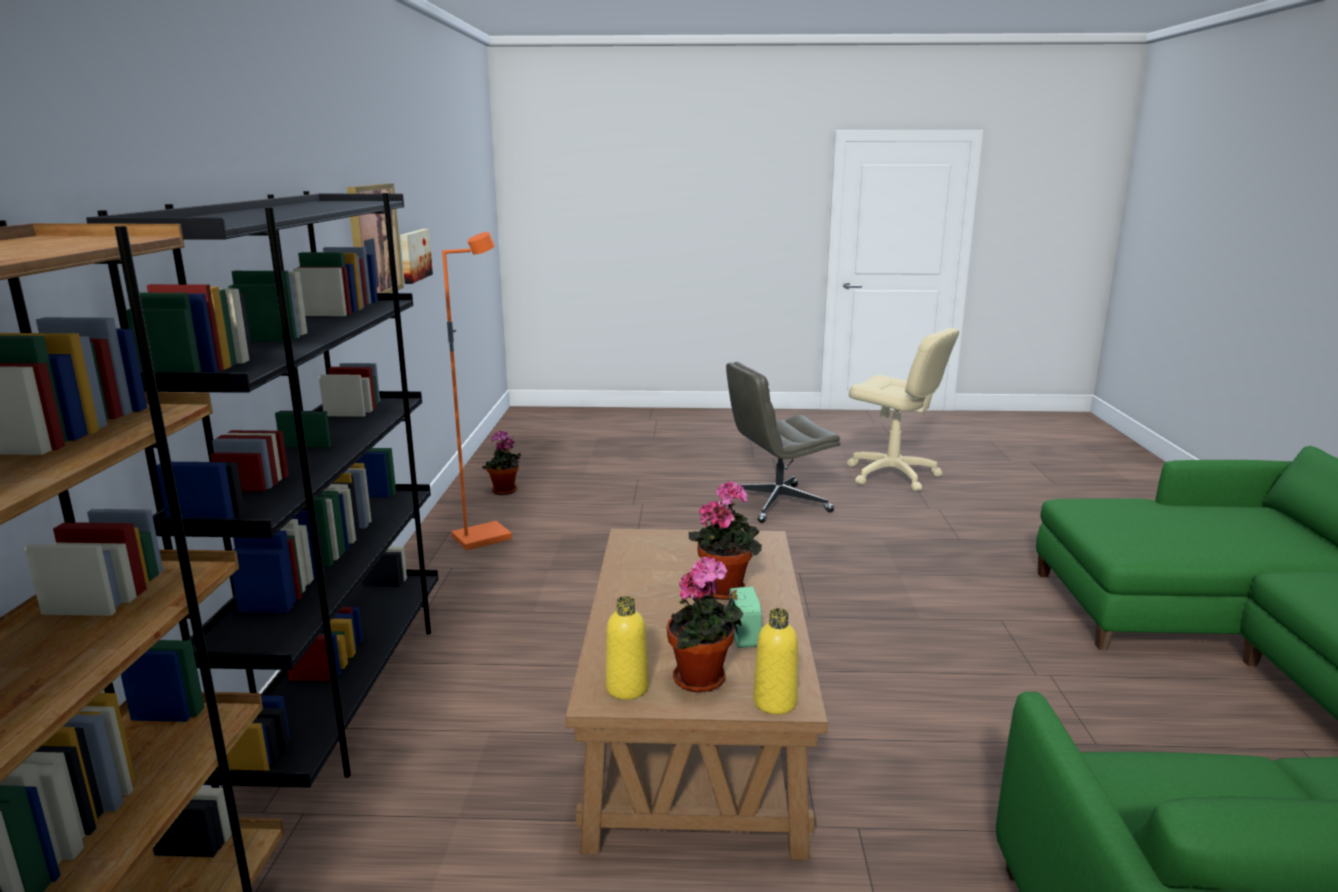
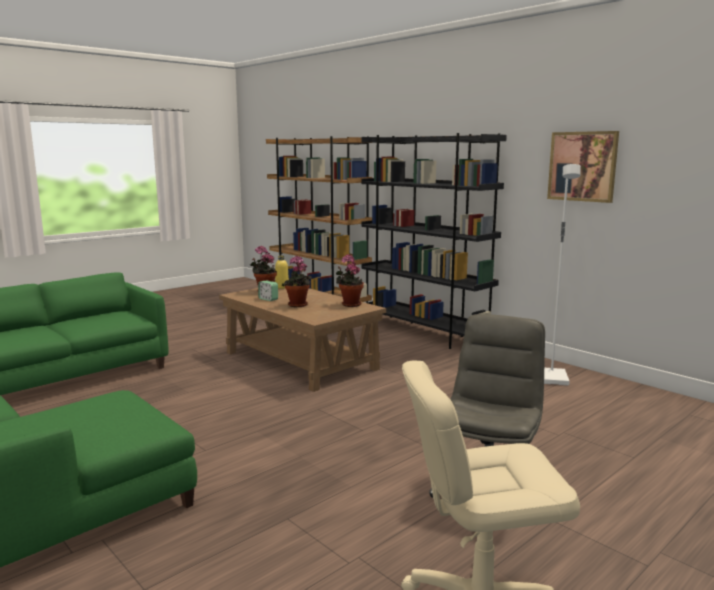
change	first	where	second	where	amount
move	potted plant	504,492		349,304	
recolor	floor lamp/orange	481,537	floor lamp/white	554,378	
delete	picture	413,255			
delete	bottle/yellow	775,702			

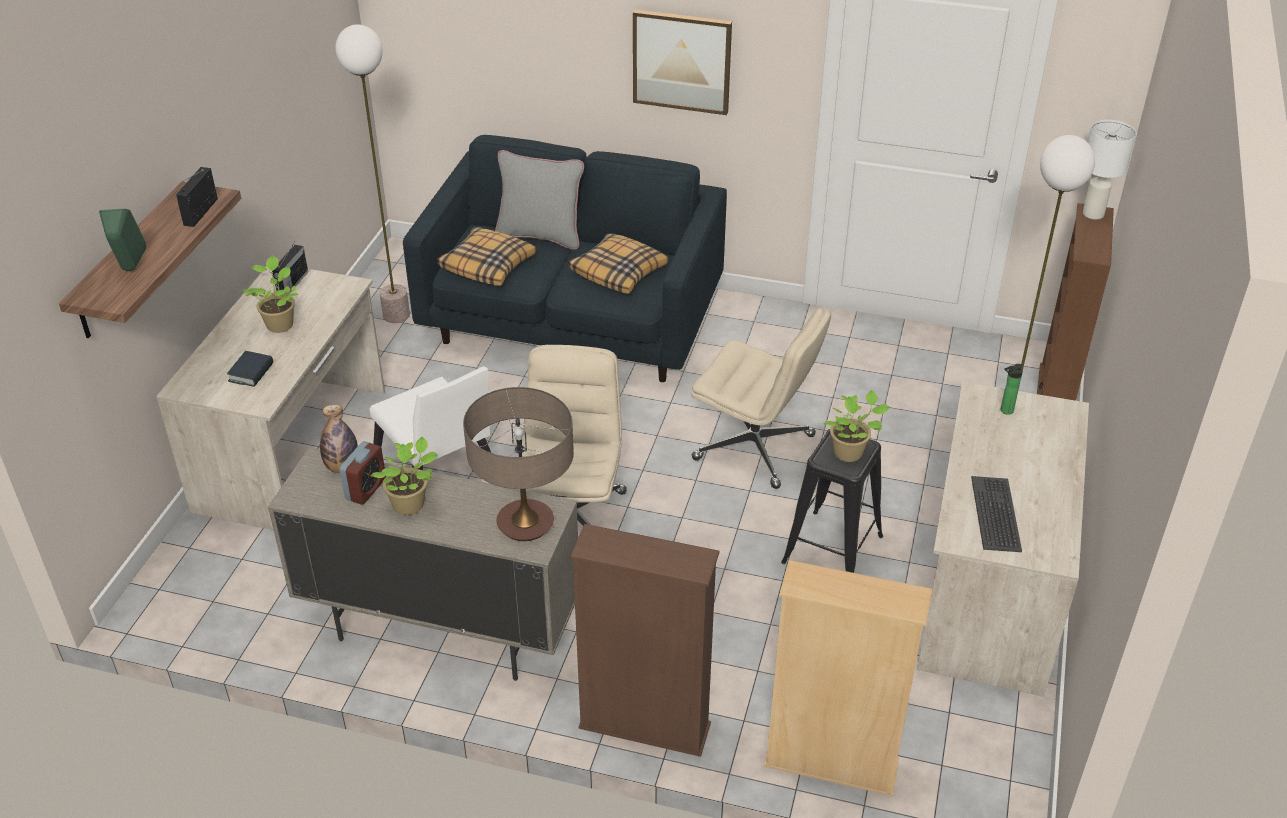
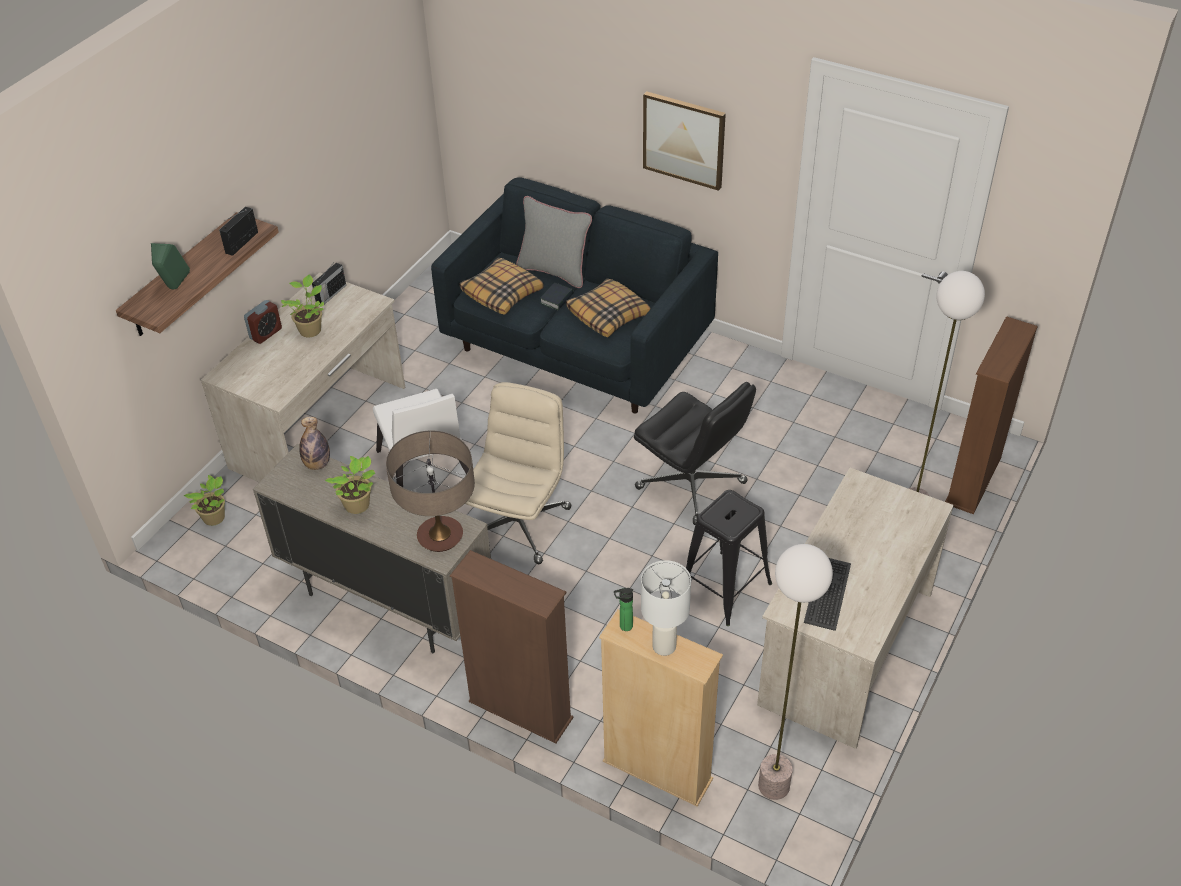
change	first	where	second	where	amount
move	potted plant	850,453		215,518	
move	alarm clock	366,489		266,334	
move	book	251,372		556,299	
move	bottle	1005,411		624,626	
recolor	office chair/beige	755,447	office chair/black	692,486	
move	table lamp/white	1094,214		665,646	
move	floor lamp	396,315		774,785	

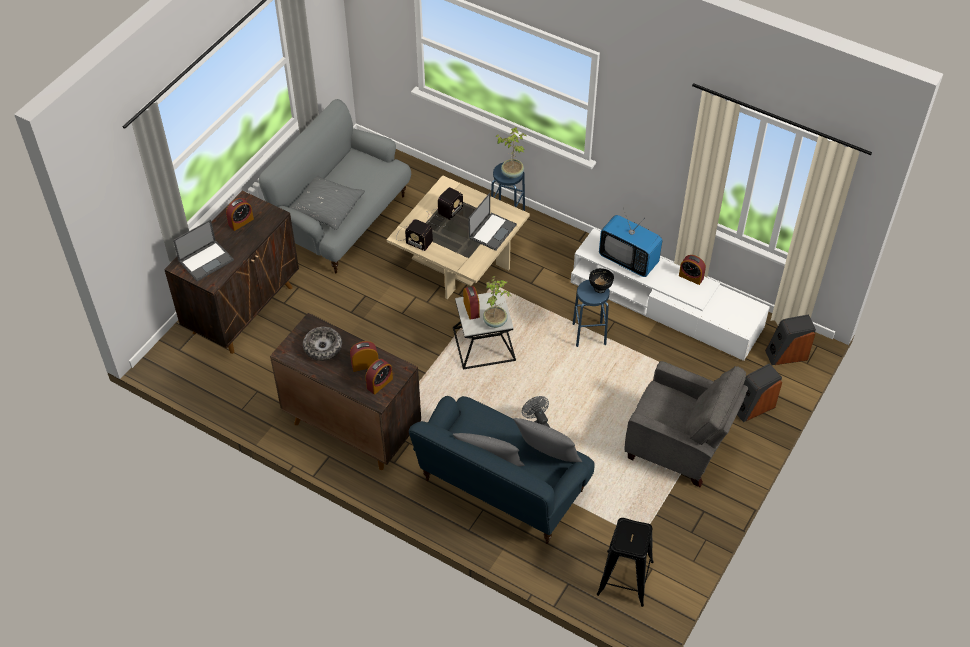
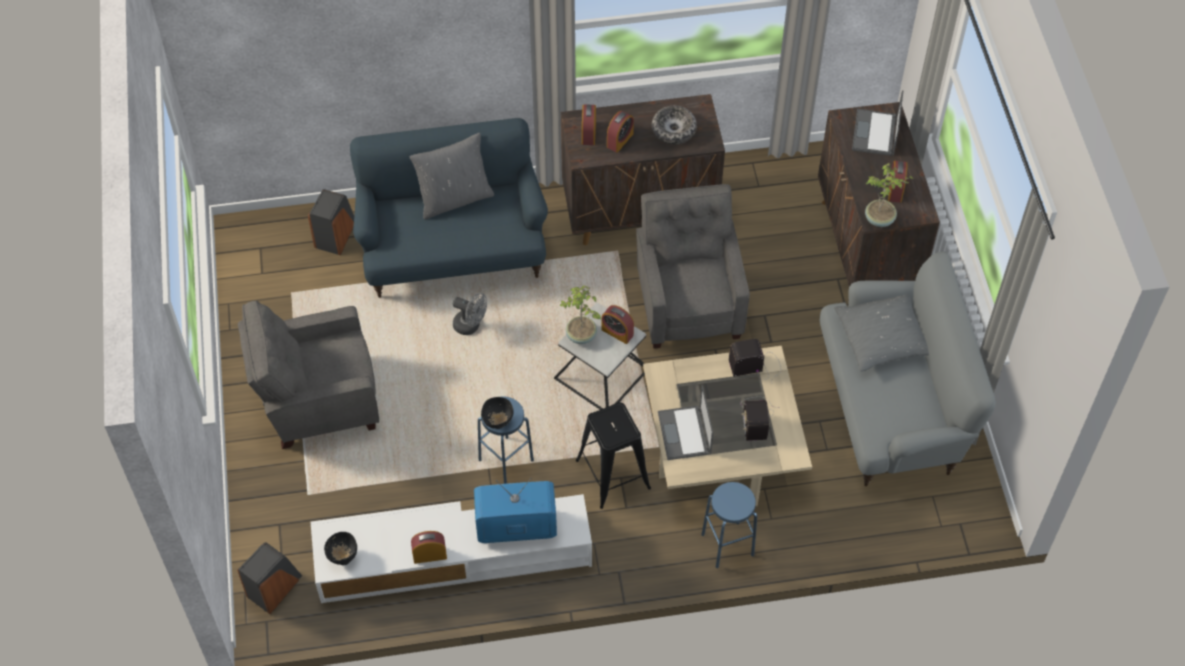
change	first	where	second	where	amount
move	speaker	753,407		336,234	
insert			bowl/black	343,557	
move	stool/black	625,578		613,474	
insert			armchair/grey	689,304	
move	potted plant	512,173		880,220	
delete	pillow/grey	547,457			

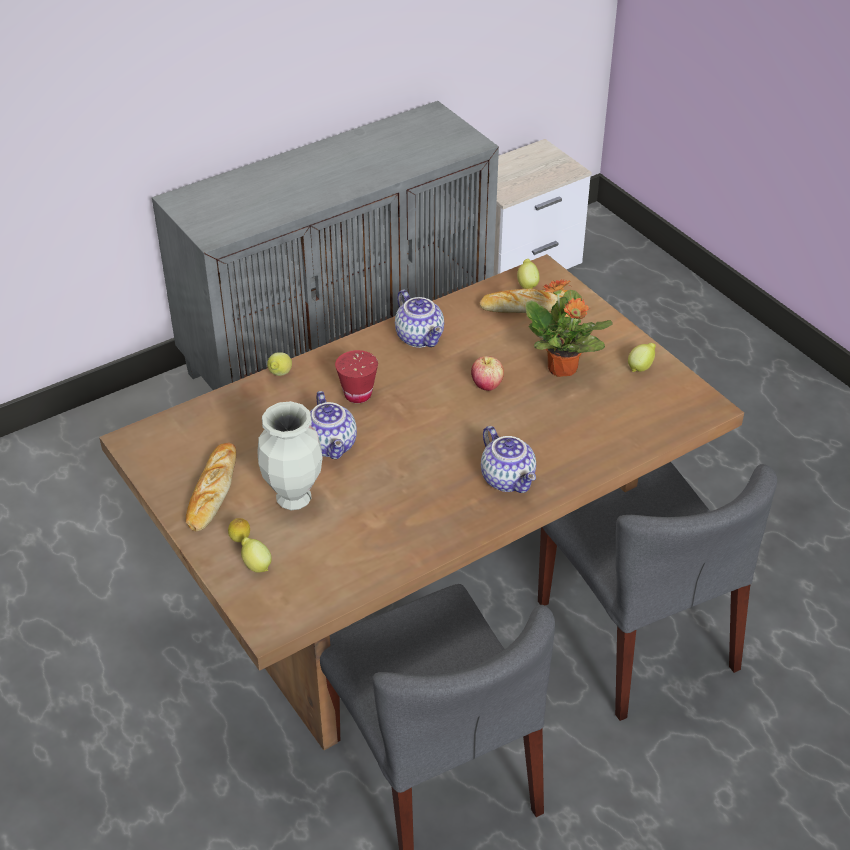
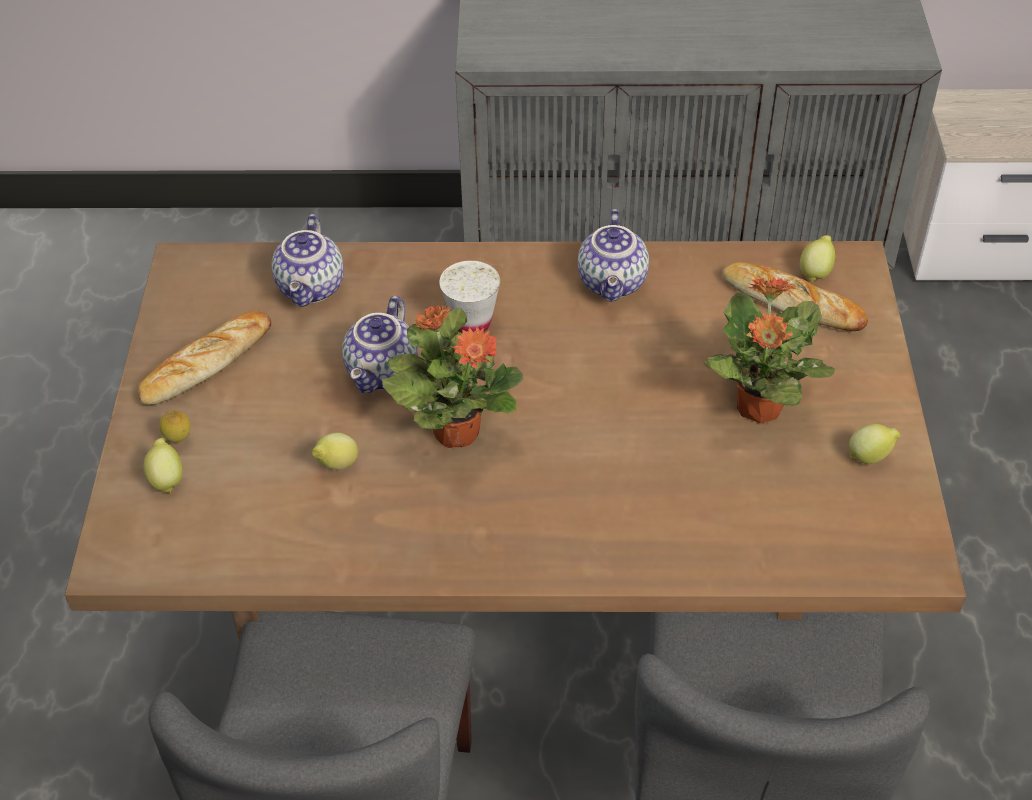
change	first	where	second	where	amount
move	teapot	509,479		312,288	
move	lemon	279,375		336,465	
insert			potted plant	455,430	
recolor	cup/red	358,395	cup/white	471,323	
delete	vase	293,499			
delete	apple	486,385			

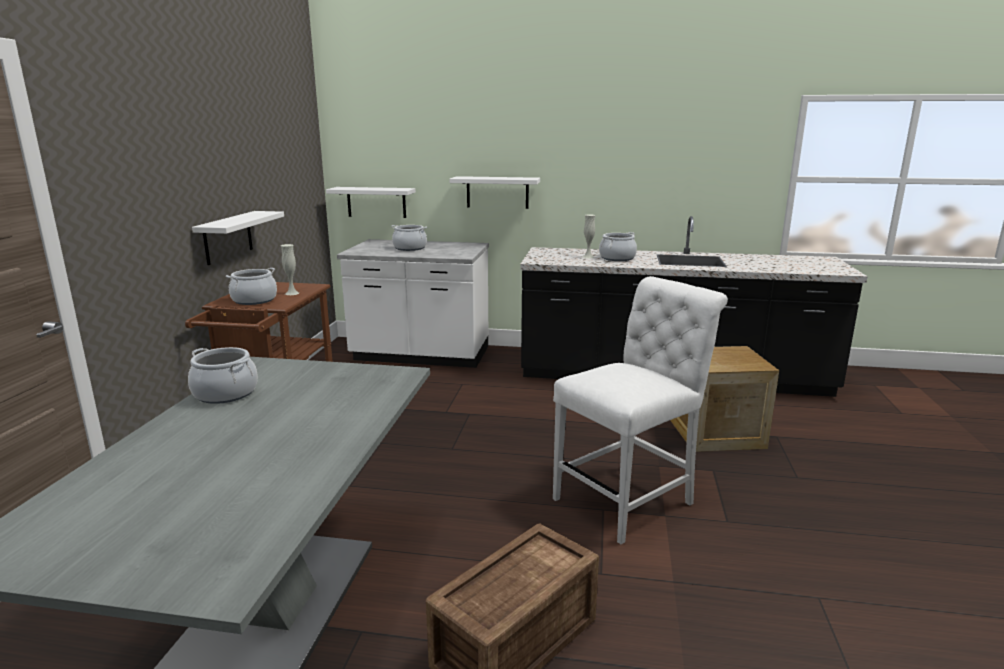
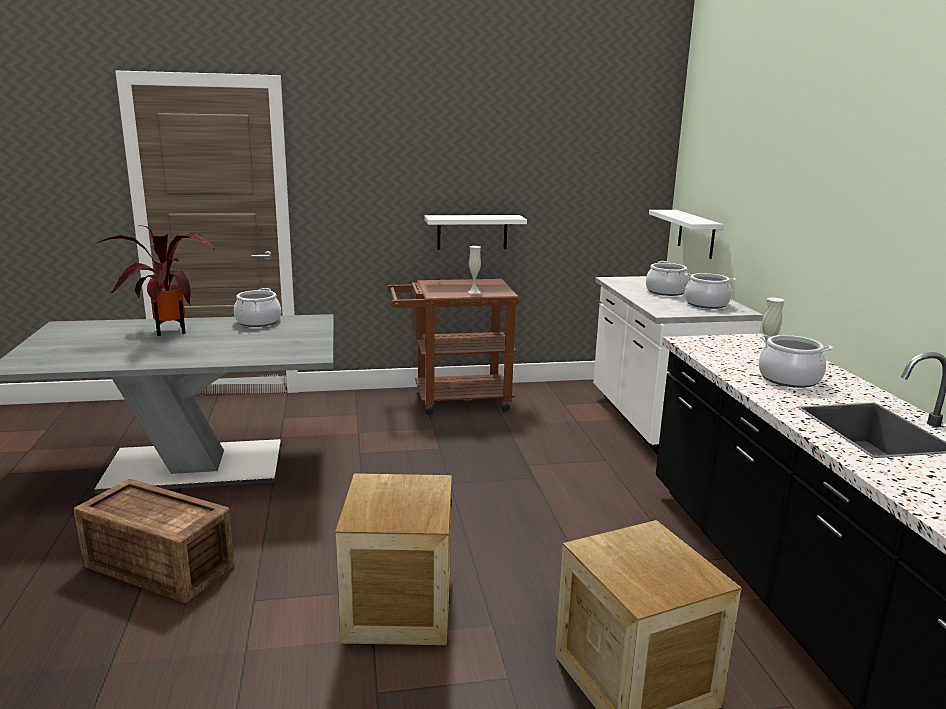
change	first	where	second	where	amount
insert			potted plant	169,332	
replace	chair/white	629,499	crate	399,607	
move	cooking pot	254,300		706,304	
delete	shelf/white	497,192			

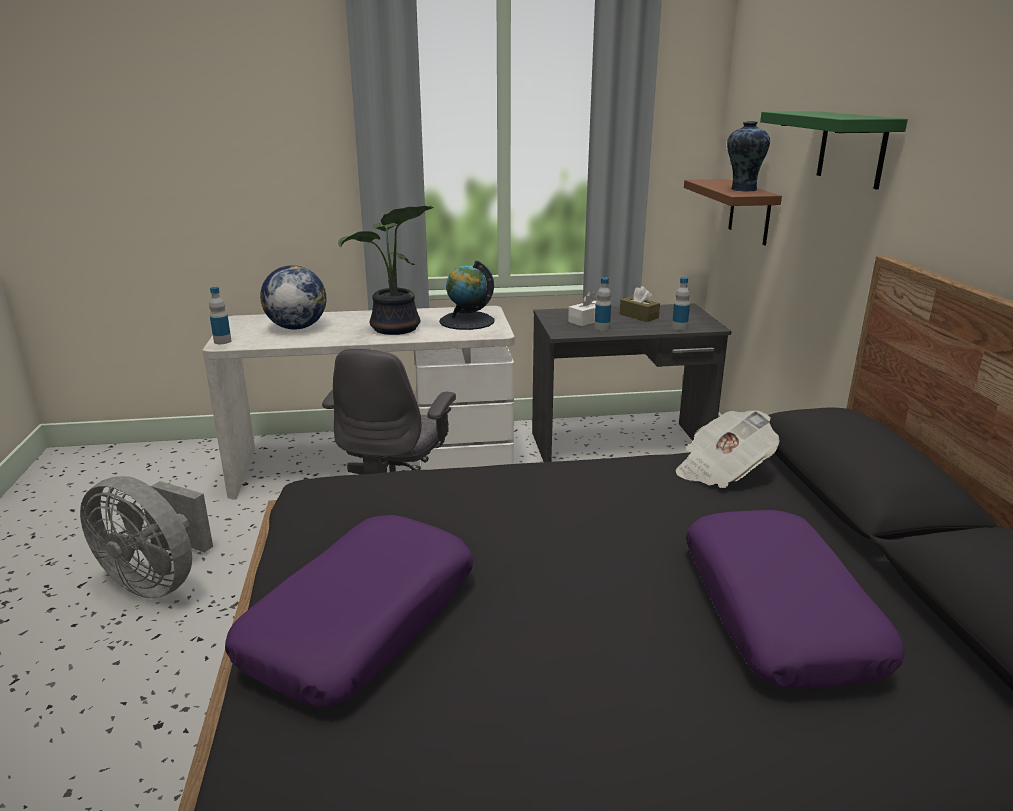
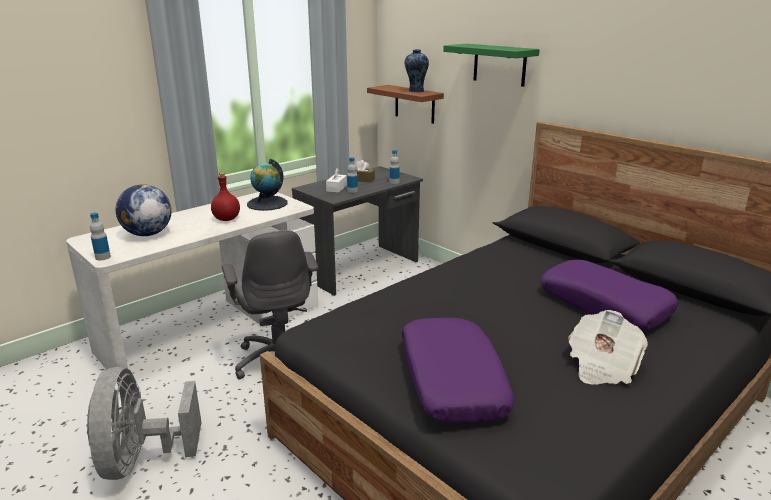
change	first	where	second	where	amount
rotate	fan/grey	158,580		141,459	90 degrees clockwise
replace	potted plant	395,329	bottle/red	227,219	
move	newspaper	722,471		602,366	

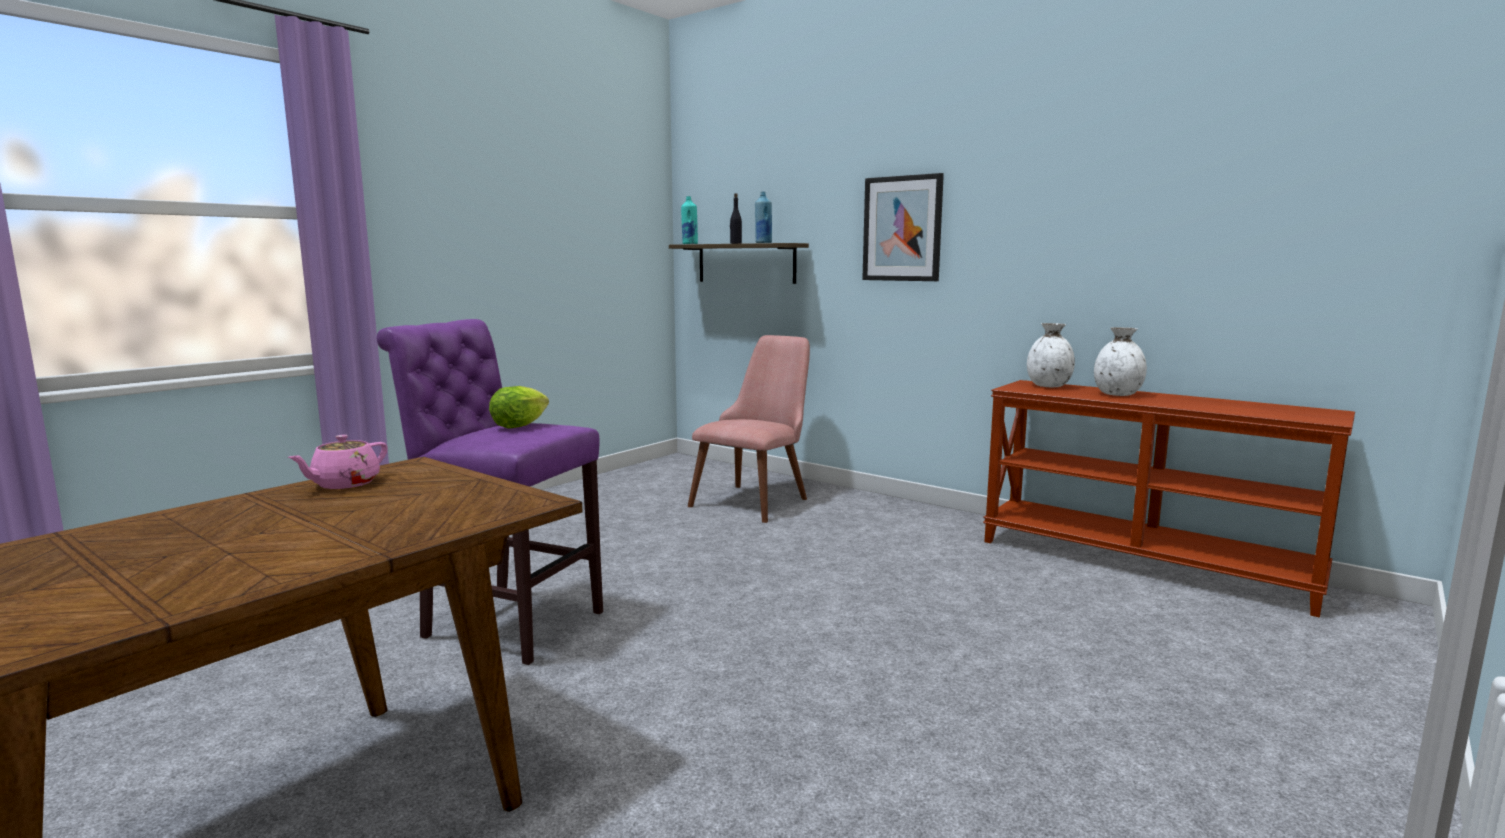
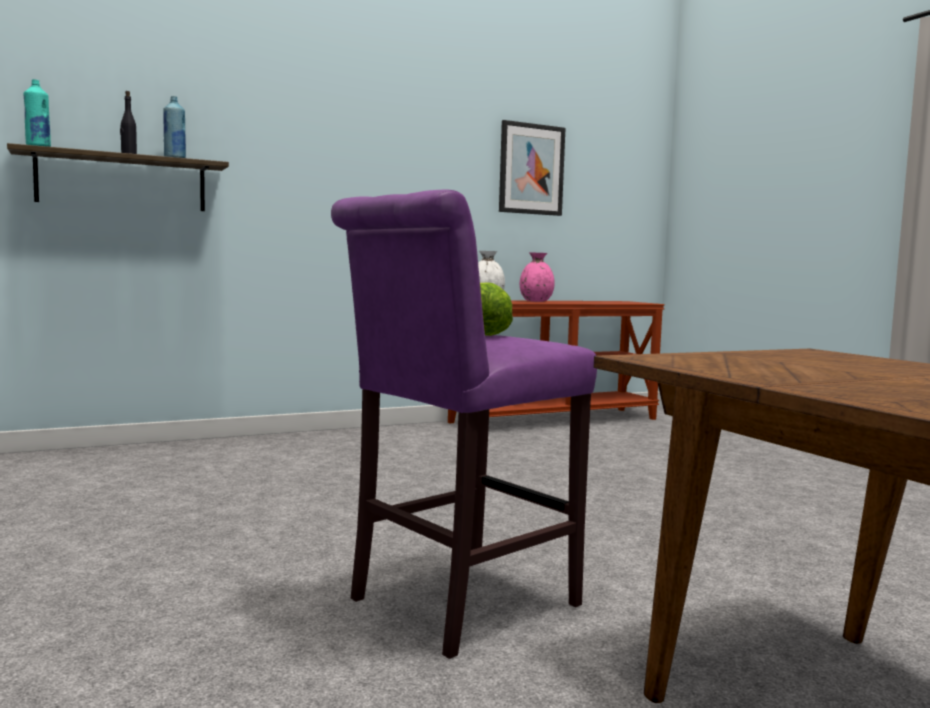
change	first	where	second	where	amount
move	picture	902,229		531,169	
recolor	vase/white	1117,394	vase/pink	535,301	
delete	teapot/pink	344,484			
delete	chair/pink	757,499			

